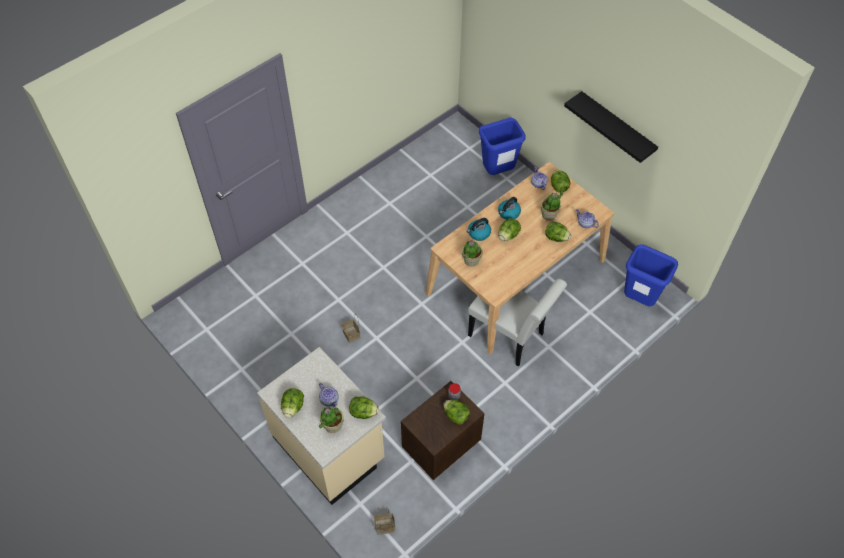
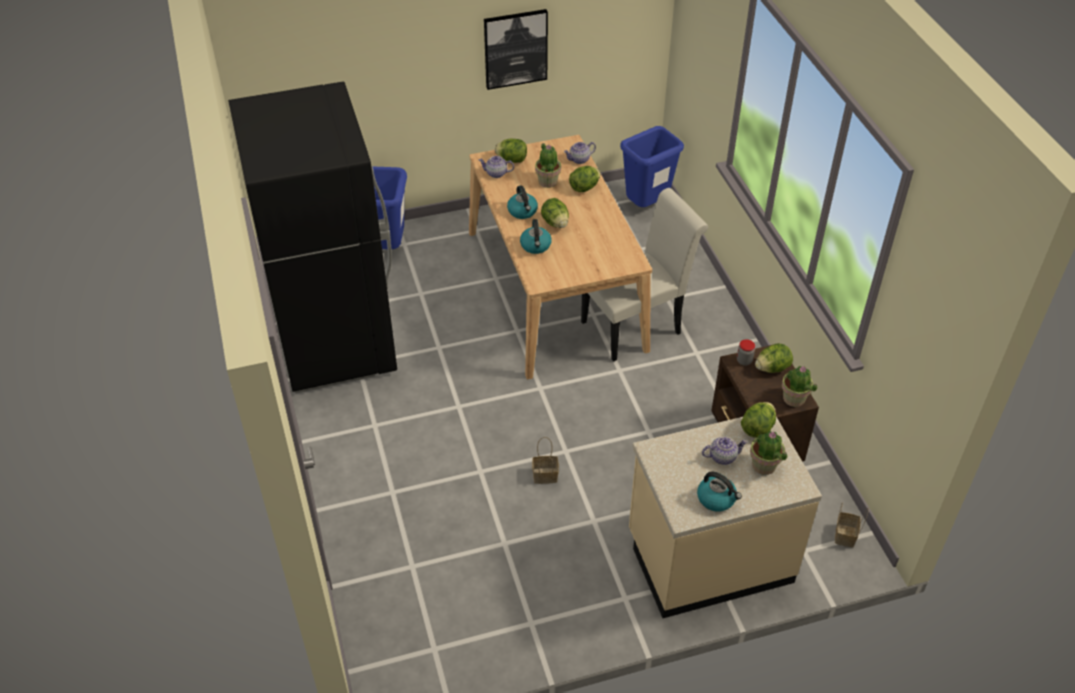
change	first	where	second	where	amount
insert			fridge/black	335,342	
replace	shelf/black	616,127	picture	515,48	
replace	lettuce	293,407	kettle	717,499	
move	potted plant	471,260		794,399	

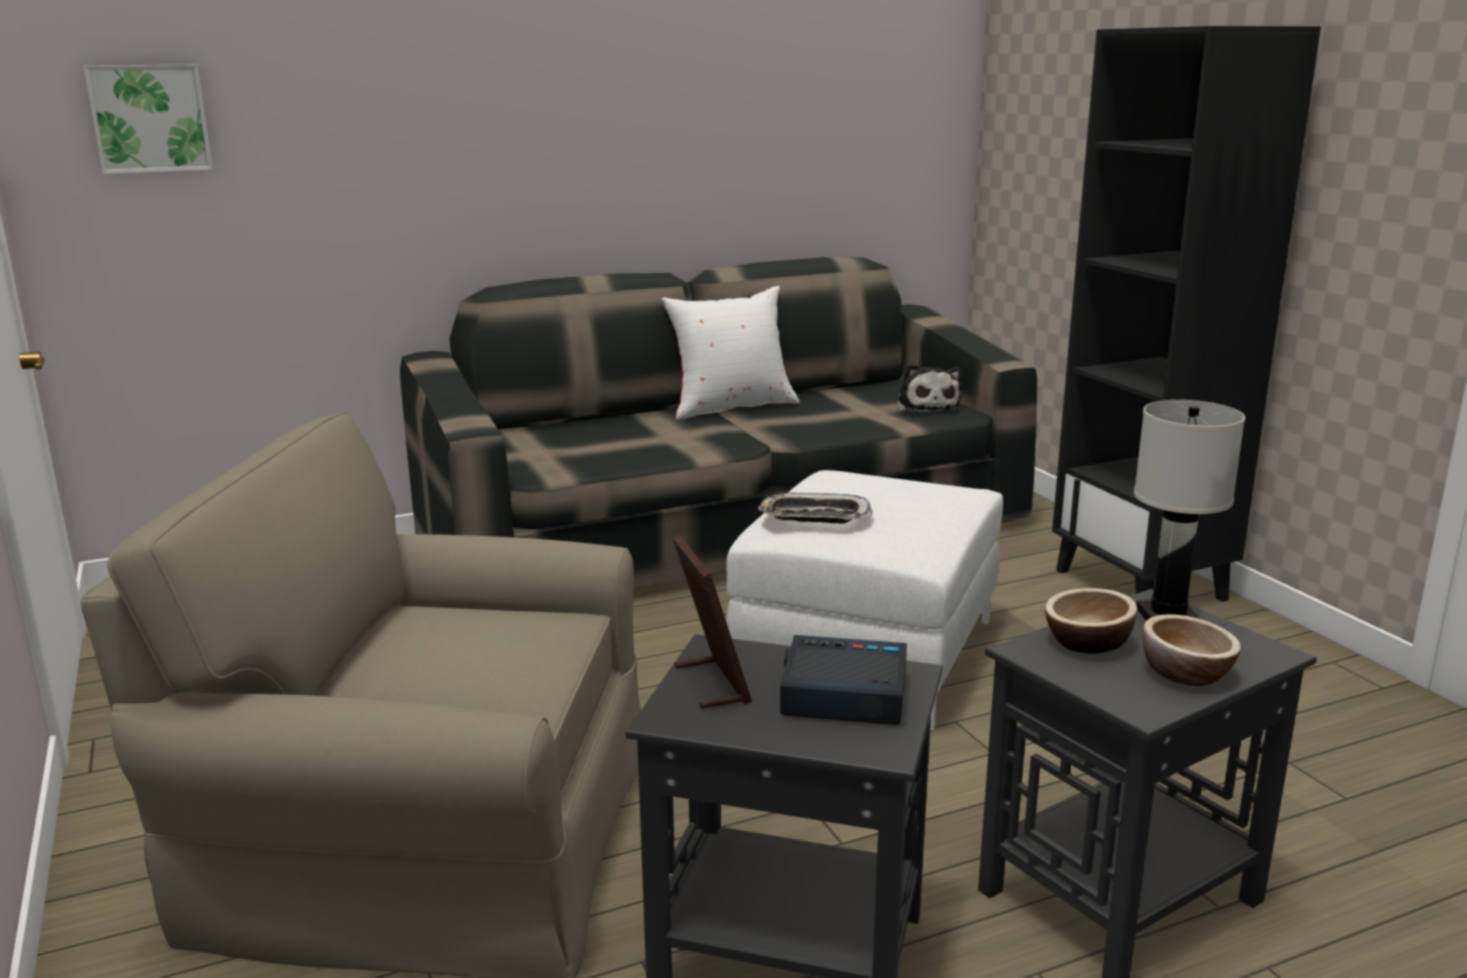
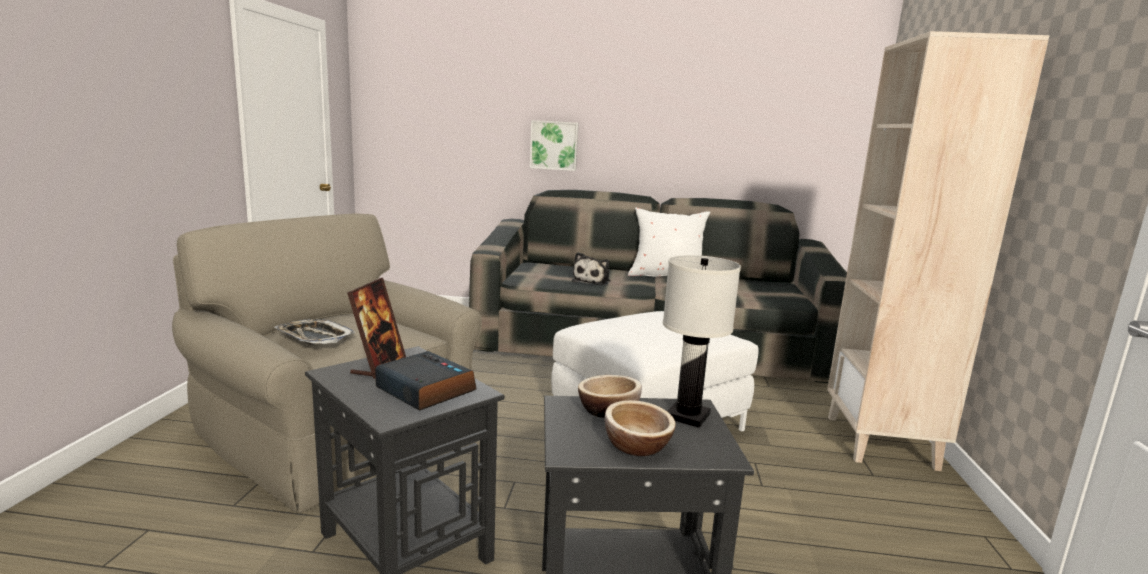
change	first	where	second	where	amount
move	tray	814,517		314,337	
move	picture	150,118		554,145	
move	plush toy	927,406		592,281	
recolor	bookcase/black	1141,585	bookcase/beige	881,442	

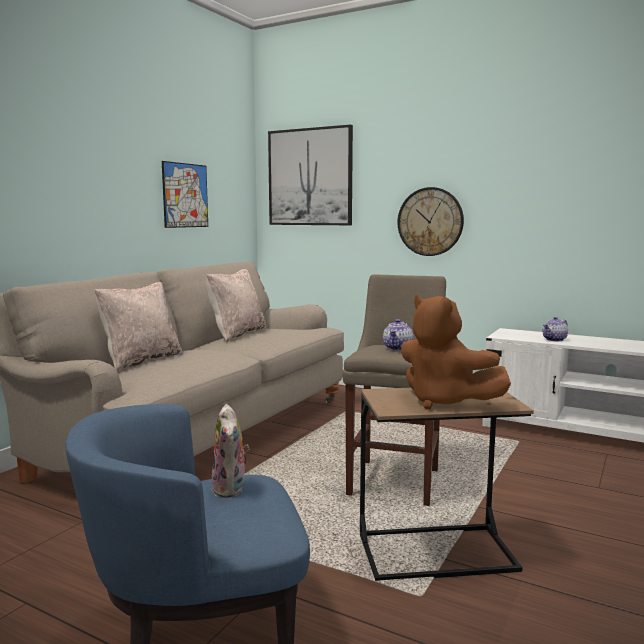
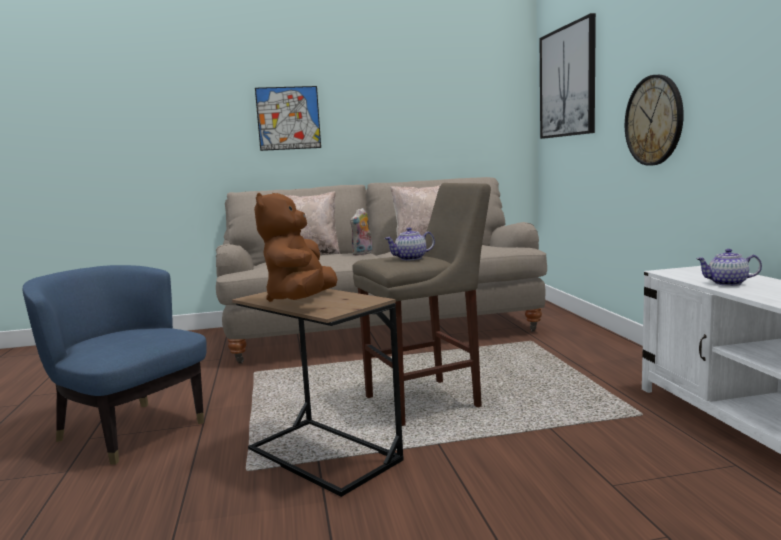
change	first	where	second	where	amount
move	picture	185,195		288,118	
move	plush toy	231,489		363,254	

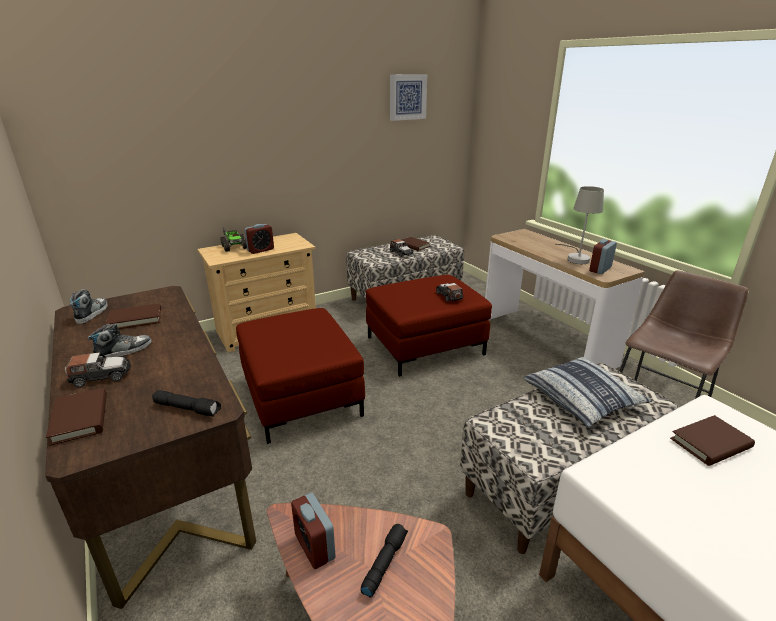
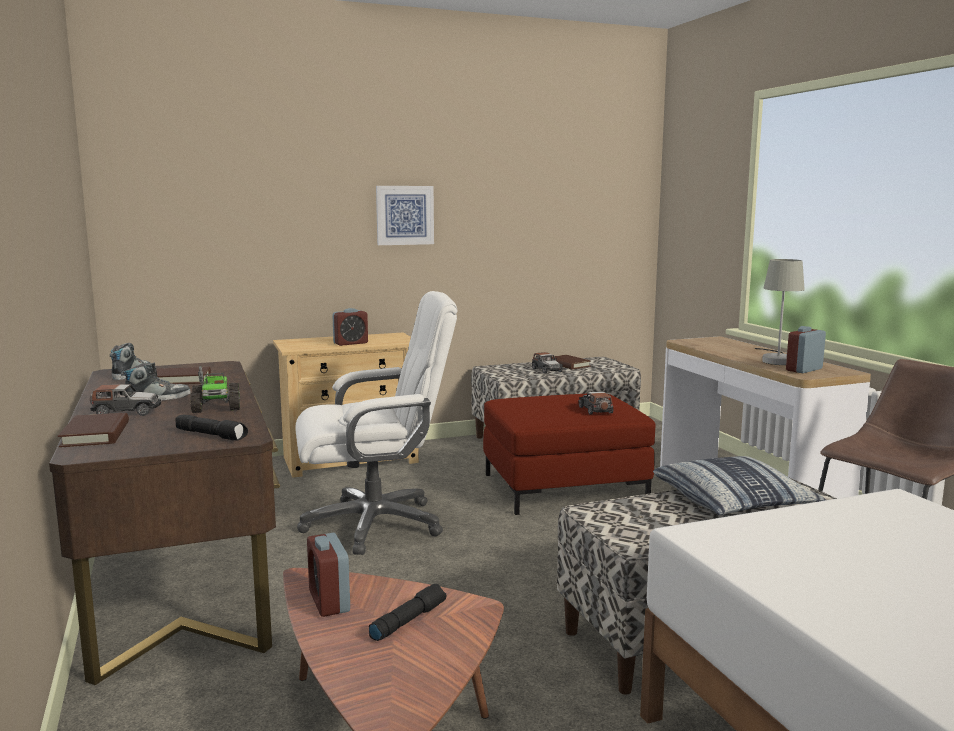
change	first	where	second	where	amount
move	toy truck	235,247		216,407	
replace	ottoman/red	302,396	office chair/white	375,524	
move	picture	407,97		404,215	
delete	book/brown	710,443			

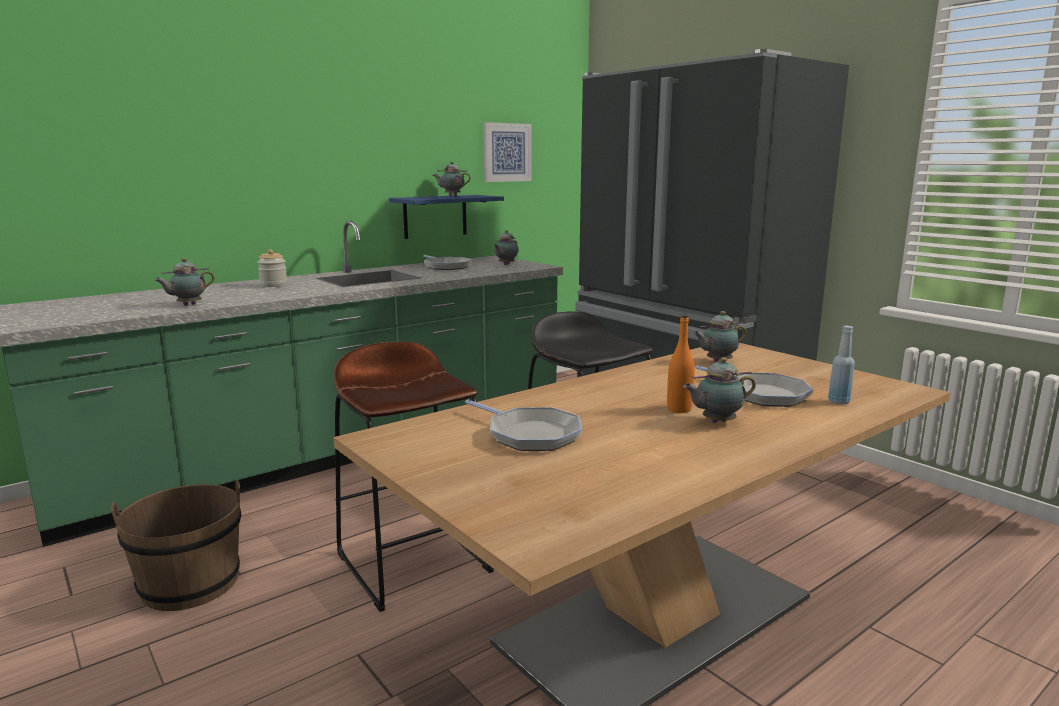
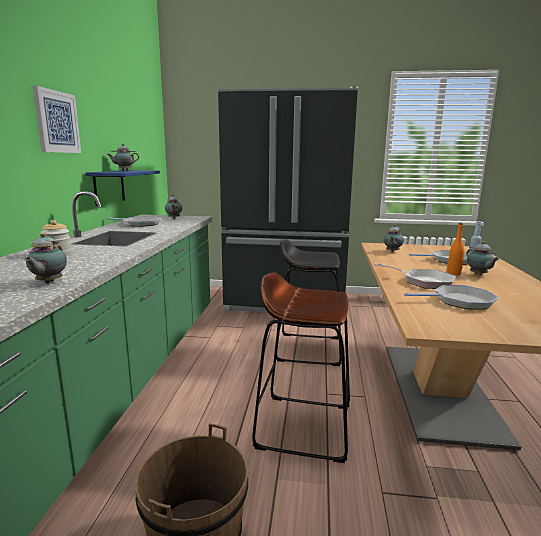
change	first	where	second	where	amount
move	picture	506,152		57,122	
insert			frying pan	423,282	
rotate	teapot	716,422		479,275	45 degrees counterclockwise

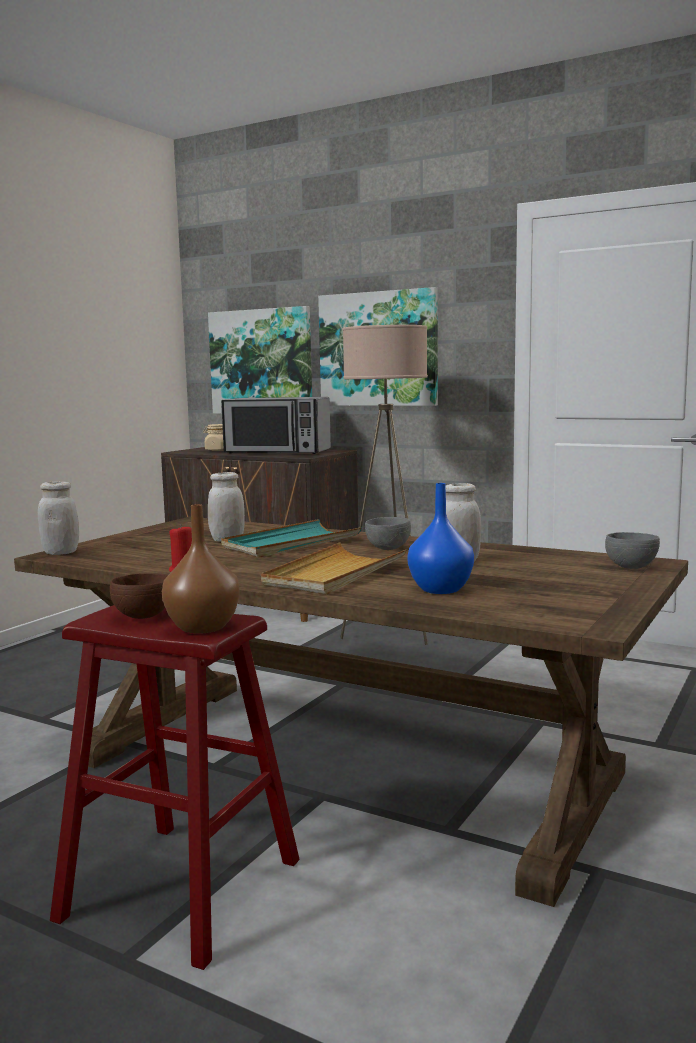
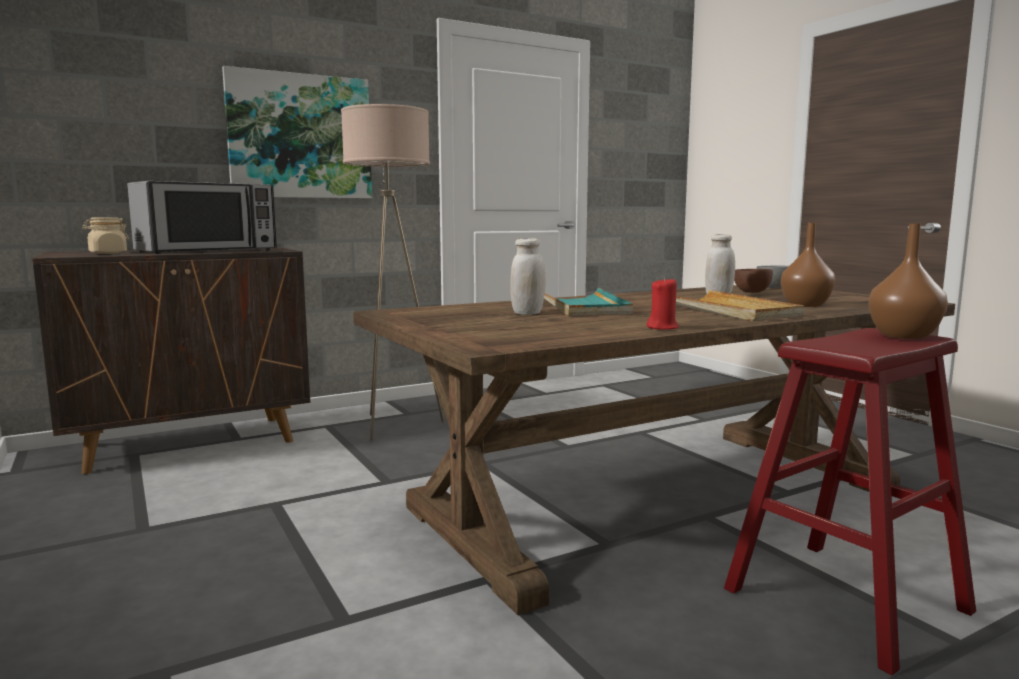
change	first	where	second	where	amount
move	bowl/brown	142,616		752,292	
recolor	vase/blue	441,590	vase/brown	806,305	
delete	jar/white	61,552			
delete	picture	261,362			
delete	bowl/grey	389,548			

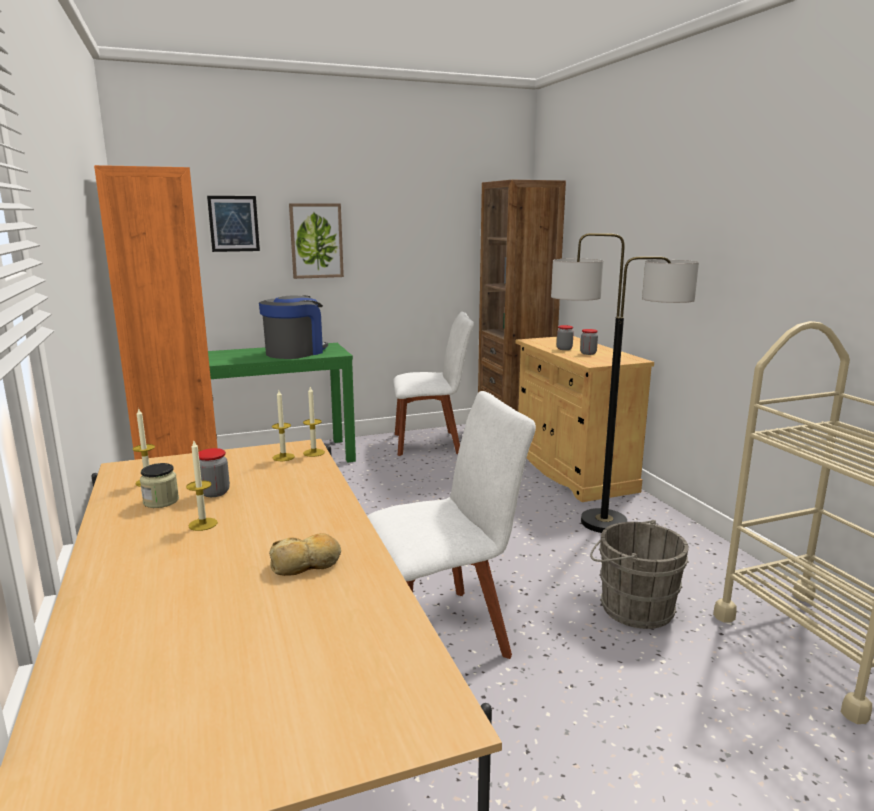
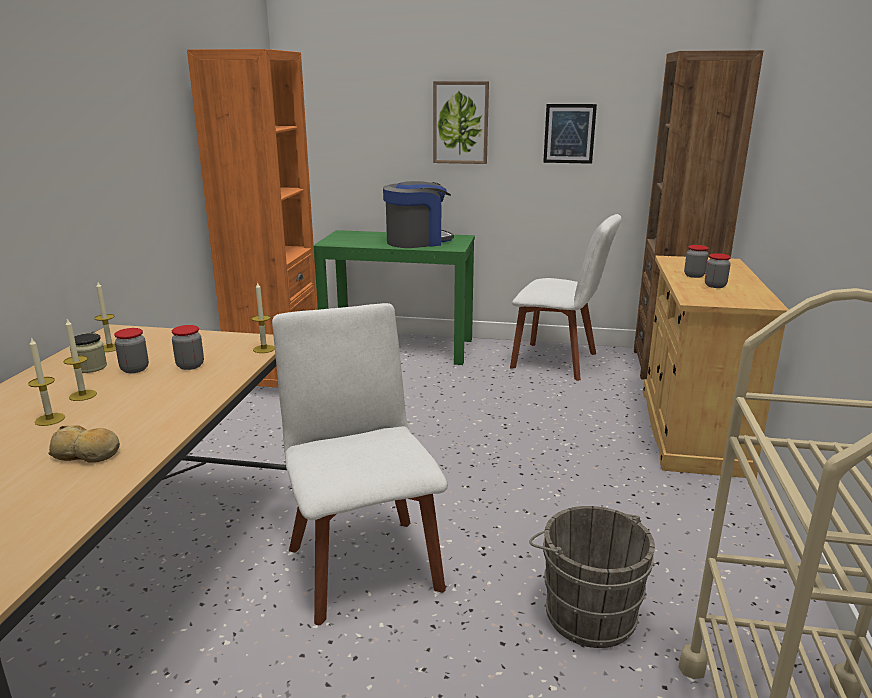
change	first	where	second	where	amount
move	candle	283,457		50,419	
insert			jar	190,365	
rotate	chair/white	443,631		363,563	120 degrees counterclockwise
move	picture	234,223		569,133	
delete	floor lamp	604,523			

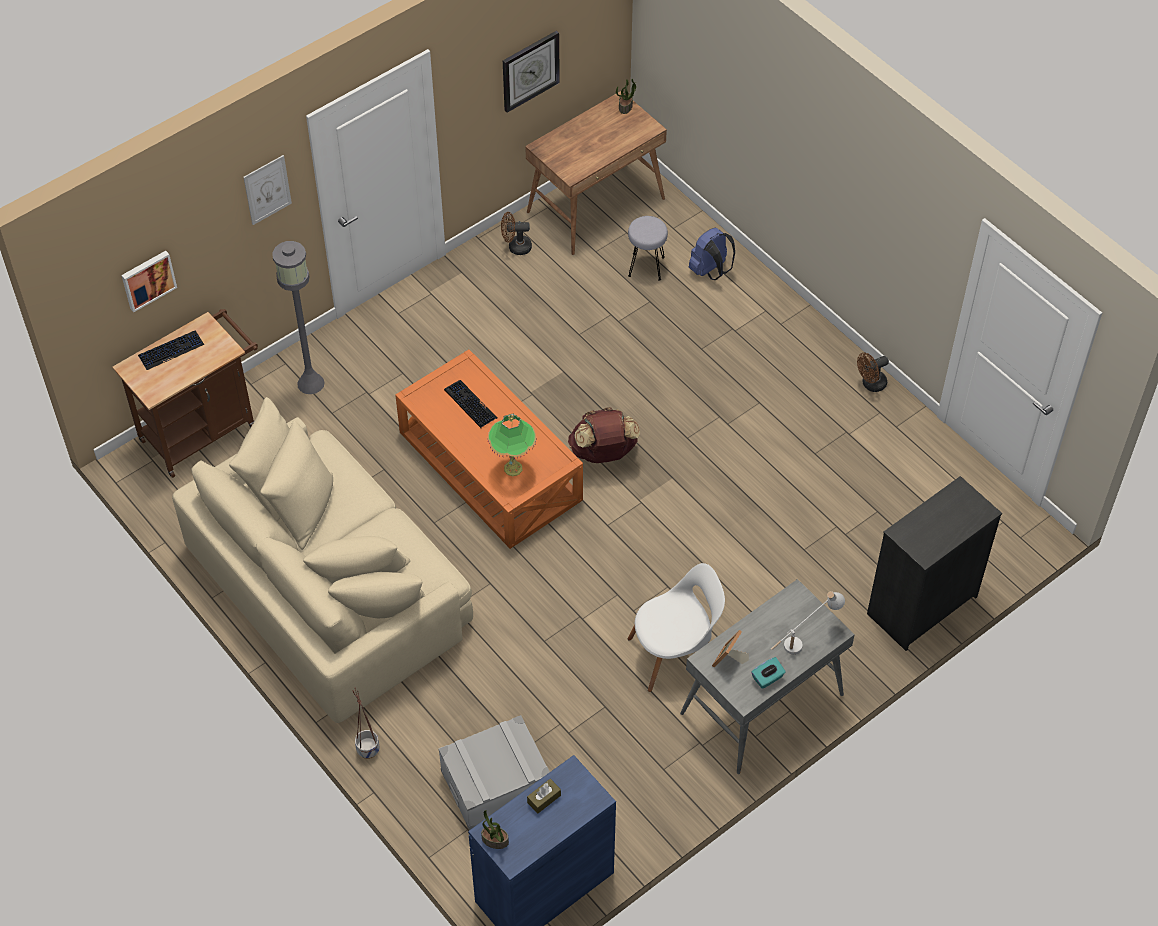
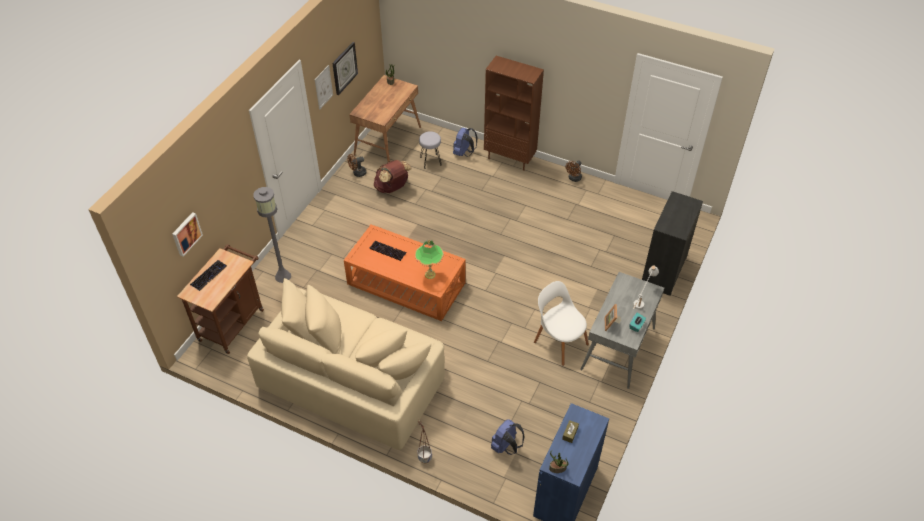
change	first	where	second	where	amount
move	picture	267,190		323,87	
move	backpack/brown	603,453		392,188	
insert			bookcase/brown	510,158	
replace	storage box/grey	496,783	backpack/blue	506,446	
rotate	chair/white	675,654		559,341	90 degrees counterclockwise

